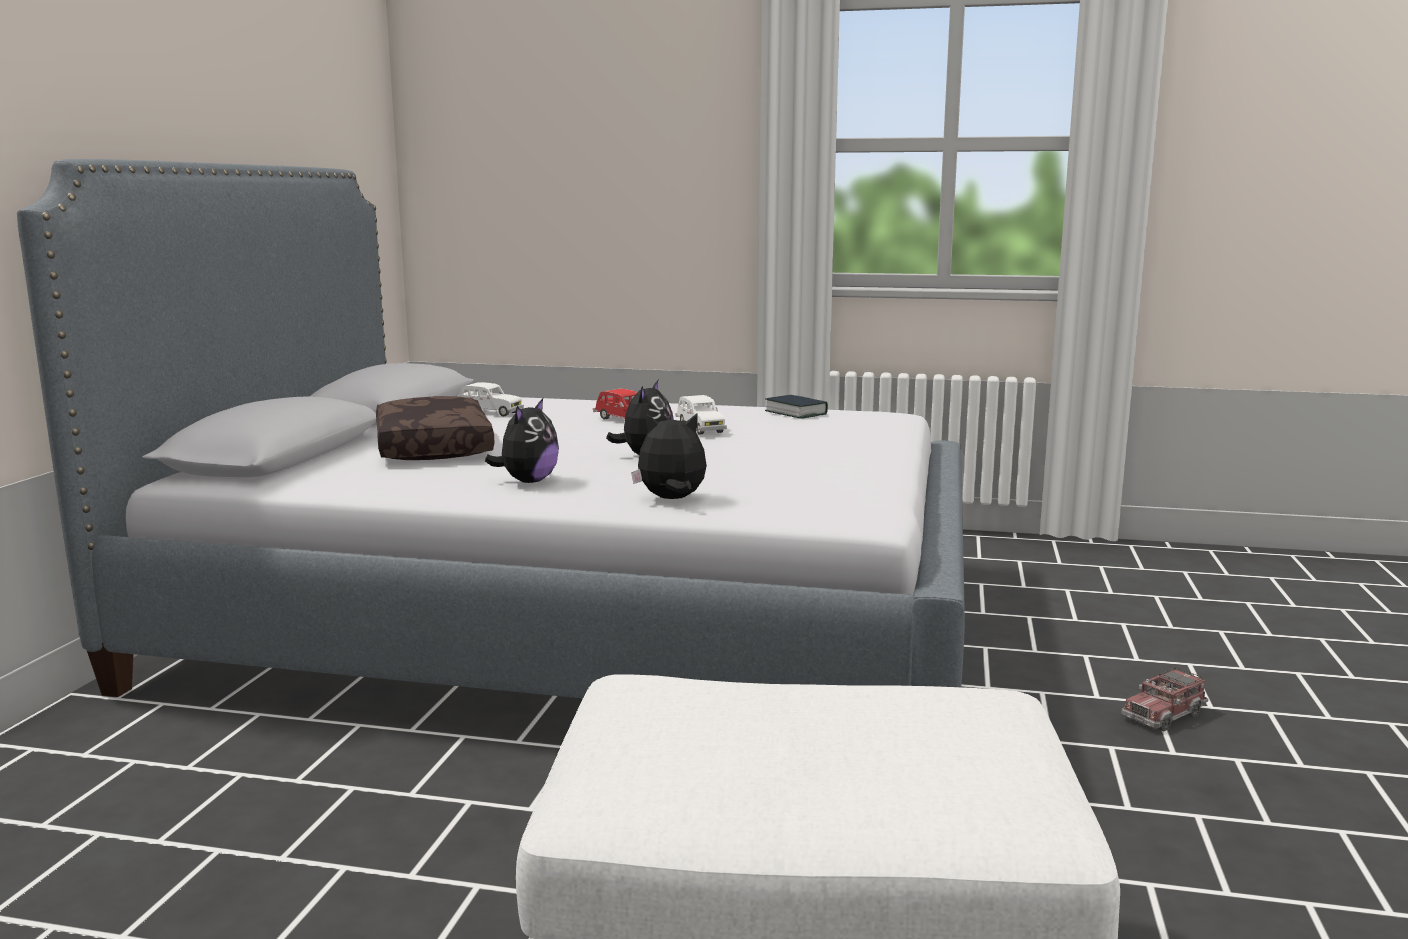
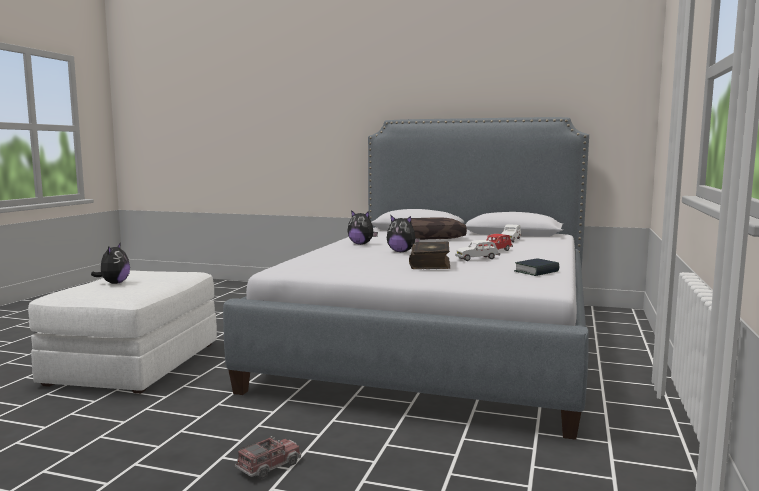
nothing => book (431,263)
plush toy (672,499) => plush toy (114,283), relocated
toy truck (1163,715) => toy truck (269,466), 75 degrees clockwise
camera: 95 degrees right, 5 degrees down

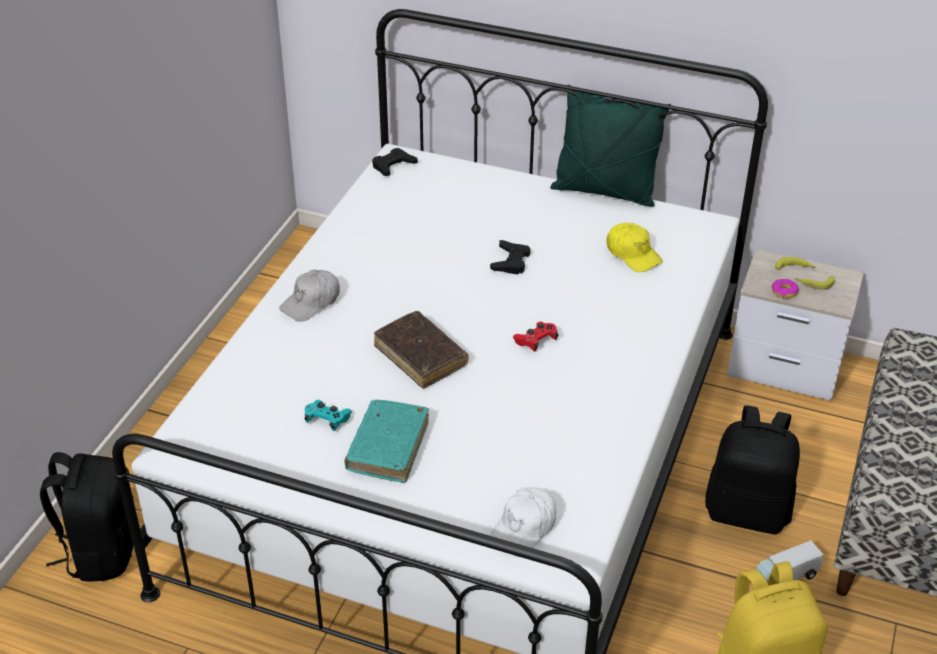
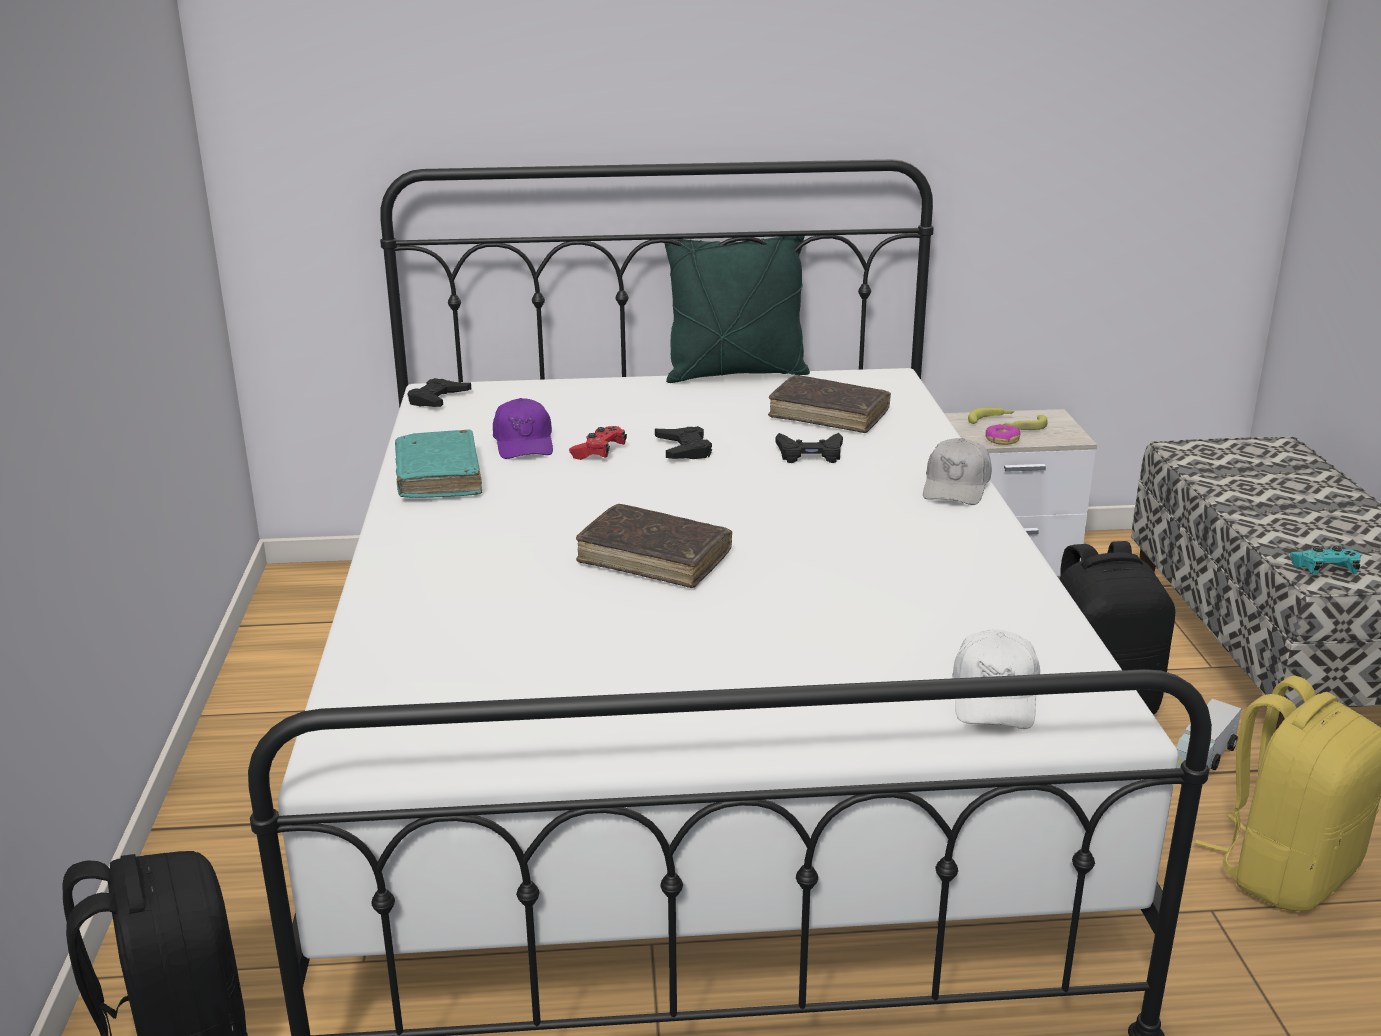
nothing => peaked cap in purple-coloured (524,443)
nothing => joypad in black (810,454)
peaked cap in white-coloured (311,302) => peaked cap in white-coloured (956,487), relocated
joypad in blue-green (327,420) => joypad in blue-green (1324,570), relocated
book in blue-green (388,447) => book in blue-green (438,477), relocated
joypad in reddish (536,341) => joypad in reddish (599,452), relocated
peaked cap in yellowish (633,254) => book in brownish (829,415)
camera: 25 degrees left, 15 degrees down

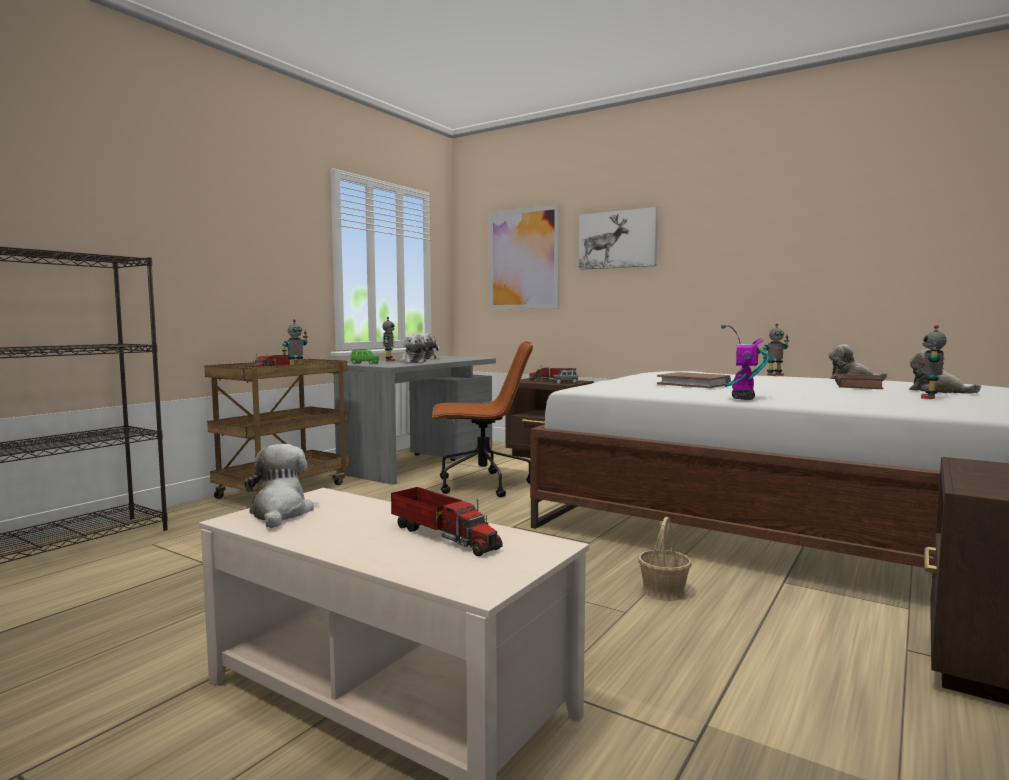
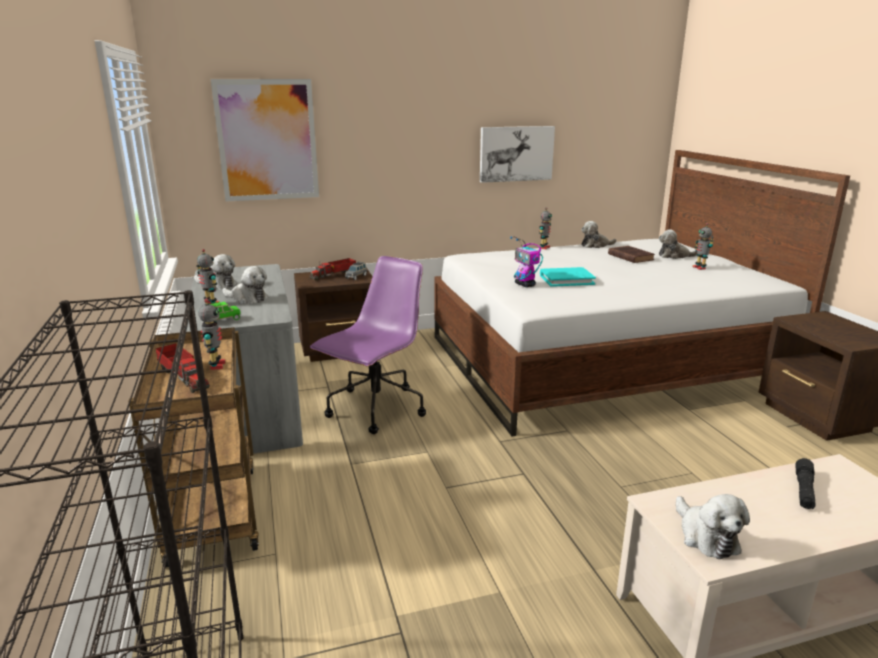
storage basket (664,591) => nothing
wall art (618,239) => wall art (516,153), relocated
toy robot (743,398) => toy robot (525,285), relocated
toy truck (442,535) => hand torch in black (804,490)
office chair in brownish (481,485) => office chair in purple-coloured (375,409)
book in brownish (694,384) => book in blue-green (566,280)
plush toy (280,513) => plush toy (706,536), 135 degrees counterclockwise
camera: 50 degrees left, 15 degrees up

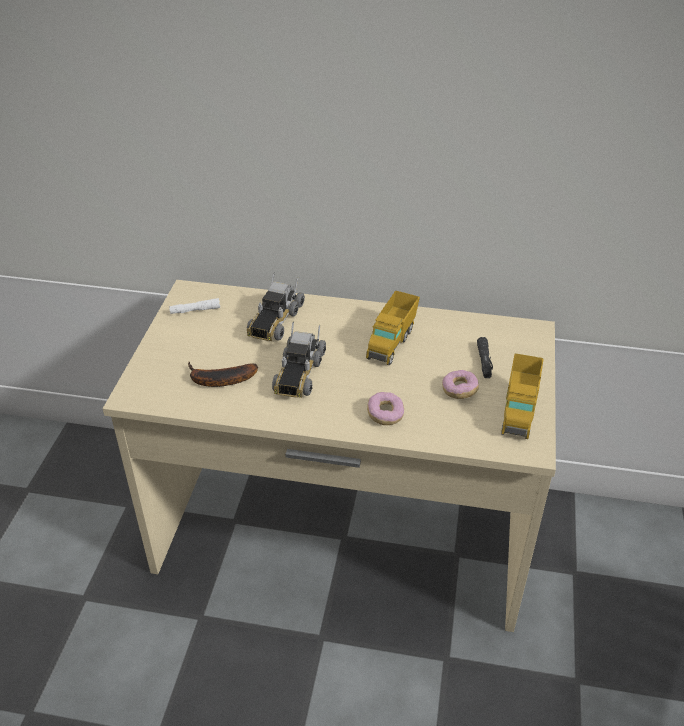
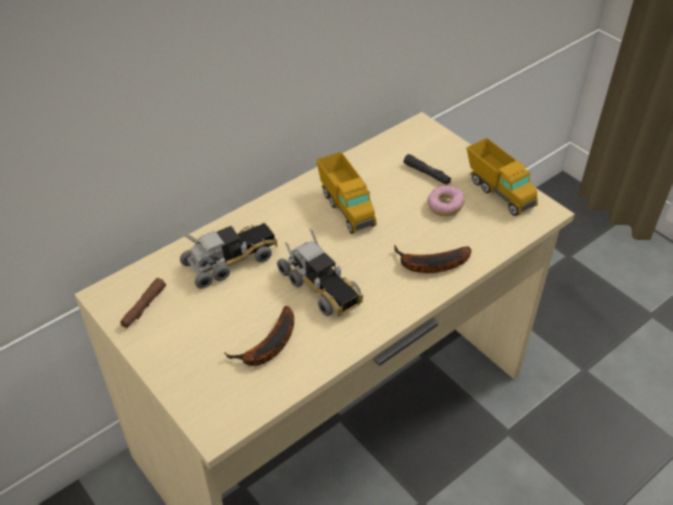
doughnut (385,415) => whole banana (429,265)
hand torch in white-coloured (195,310) => hand torch in brownish (144,307)
toy truck (275,321) => toy truck (231,261), 90 degrees counterclockwise
camera: 50 degrees left, 5 degrees up

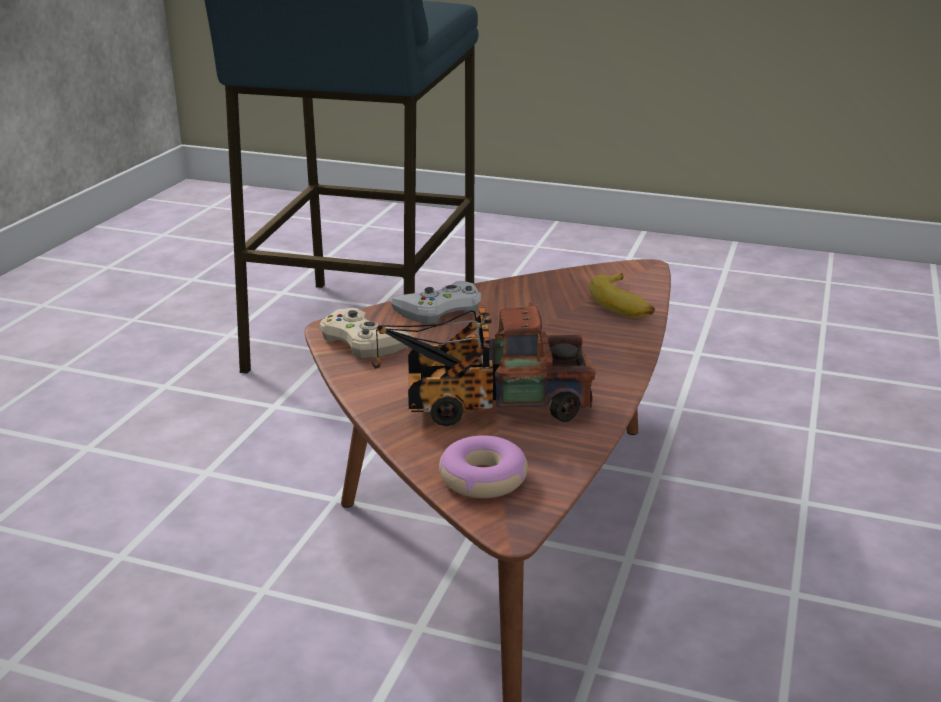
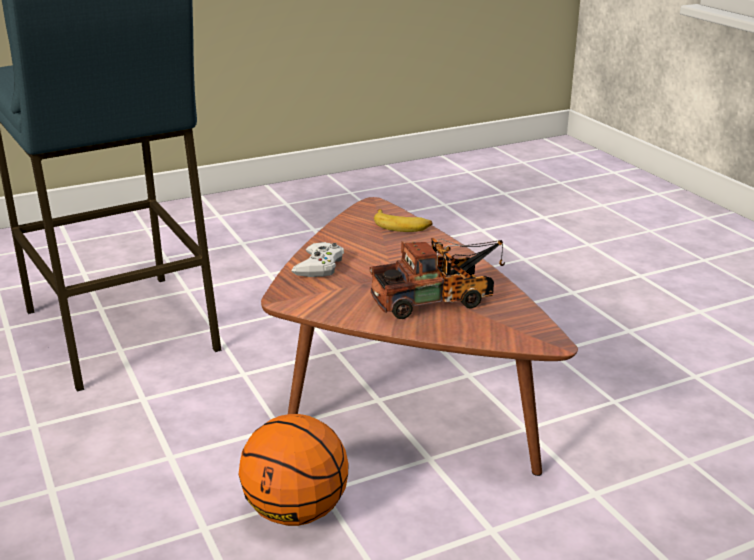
joypad in beige-coloured (363,341) => nothing
doughnut (482,478) => nothing
nothing => basketball ball (295,512)
toy truck (483,405) => toy truck (439,301), 150 degrees counterclockwise
camera: 45 degrees left, 0 degrees up

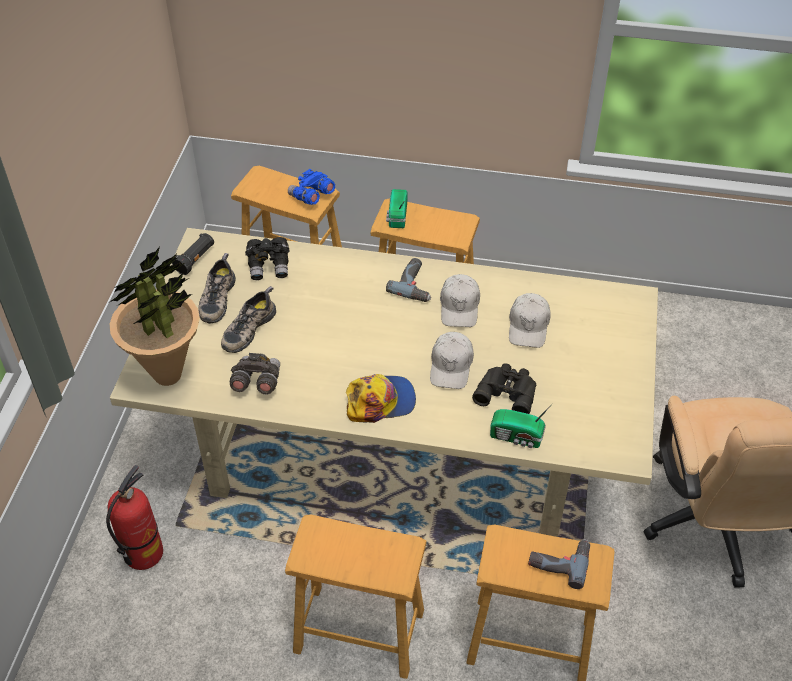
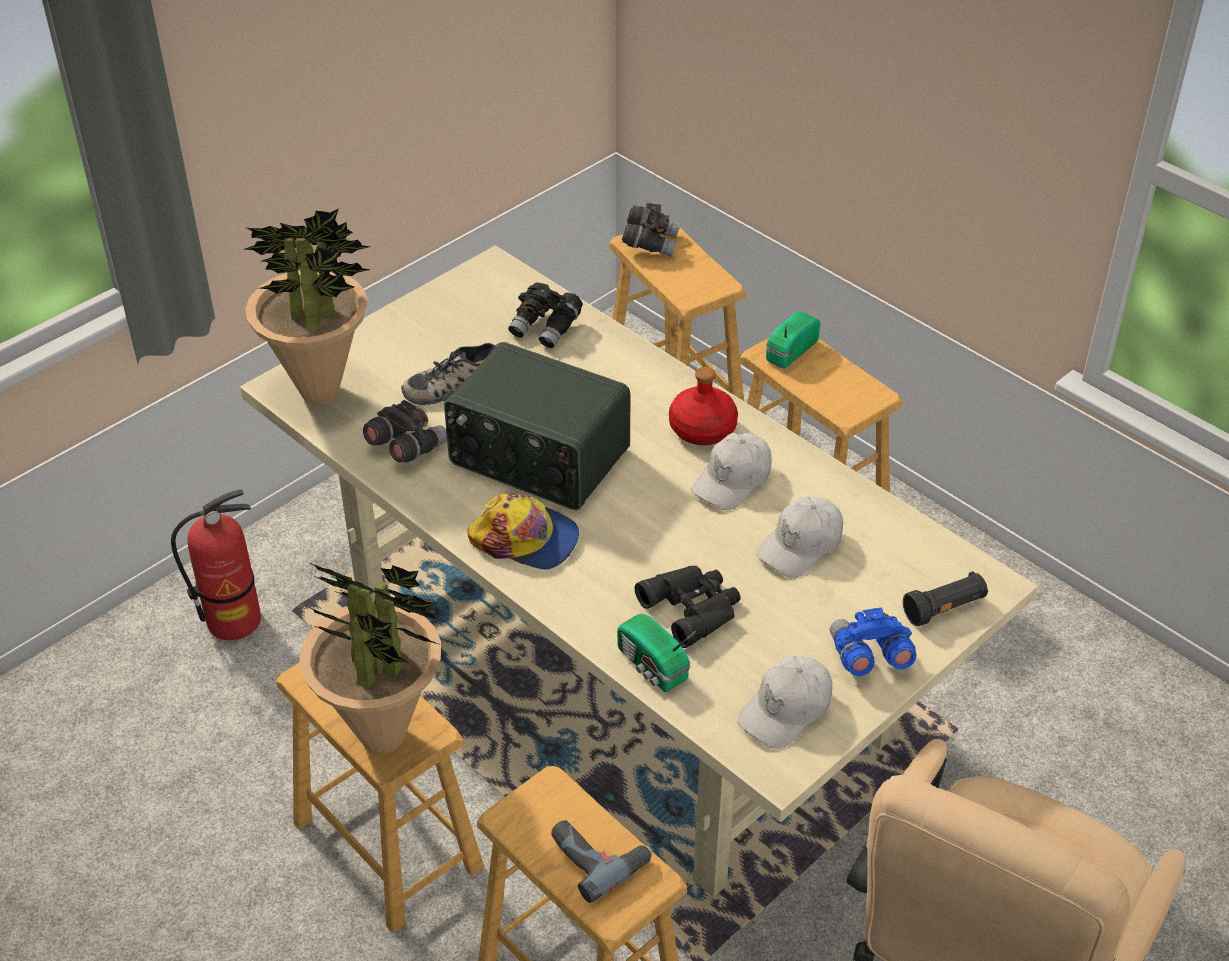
shoe (216,298) => nothing
nothing => houseplant (384,736)
nothing => radio receiver (538,458)
nothing => binoculars in greyish (650,243)
hand torch in black (195,259) => hand torch in black (944,609), relocated
binoculars in blue-coloured (311,197) => binoculars in blue-coloured (868,657), relocated
peaked cap in white-coloured (451,366) => peaked cap in white-coloured (786,710), relocated
drill (415,284) => bottle in reddish (702,428)
camera: 35 degrees right, 5 degrees down

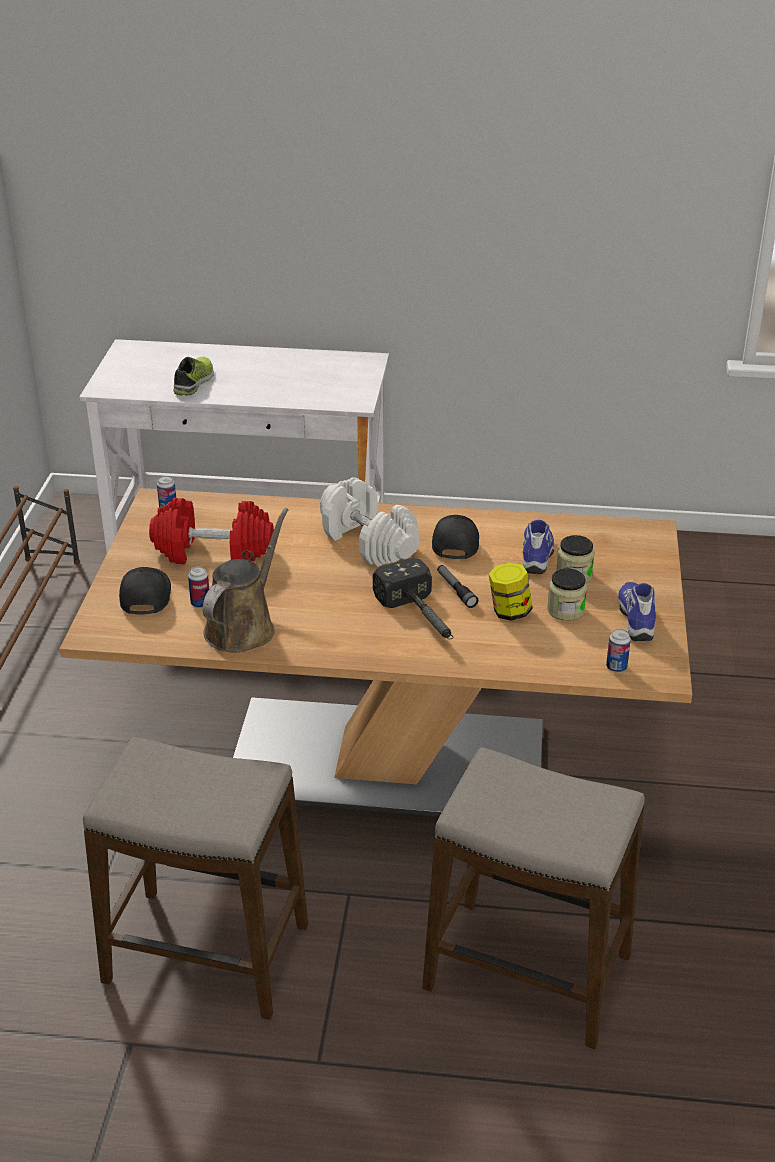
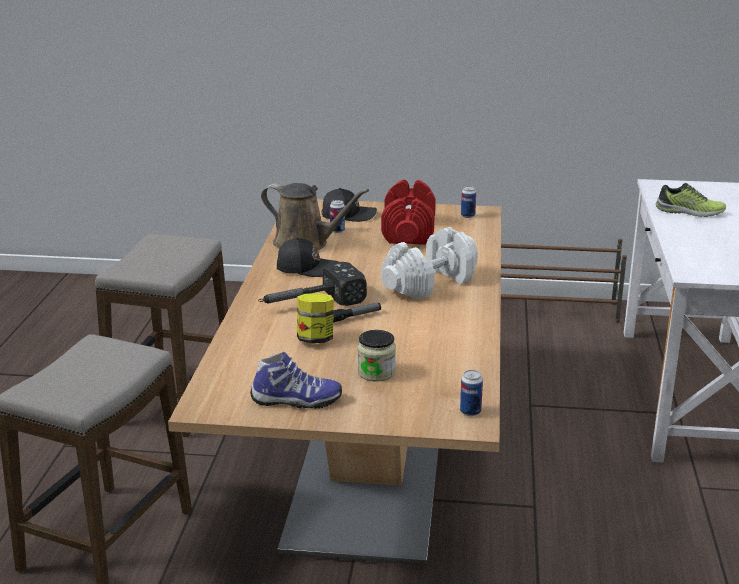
shoe (537,555) => nothing
preserve jar (565,610) => nothing
peaked cap in black (454,543) => peaked cap in black (306,268), relocated
can (616,667) => can (470,412), relocated
camera: 90 degrees right, 10 degrees down

